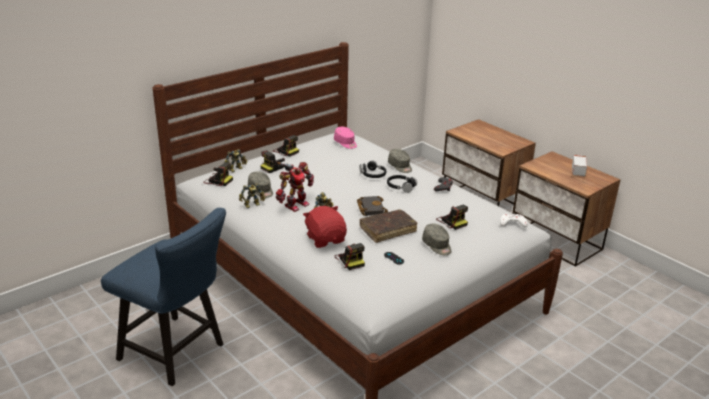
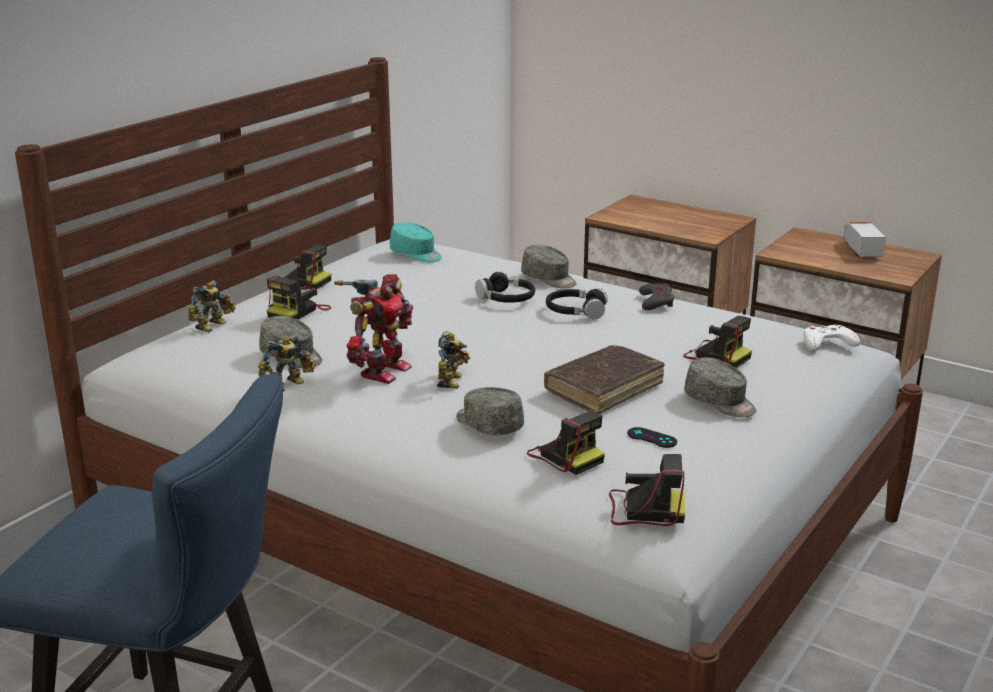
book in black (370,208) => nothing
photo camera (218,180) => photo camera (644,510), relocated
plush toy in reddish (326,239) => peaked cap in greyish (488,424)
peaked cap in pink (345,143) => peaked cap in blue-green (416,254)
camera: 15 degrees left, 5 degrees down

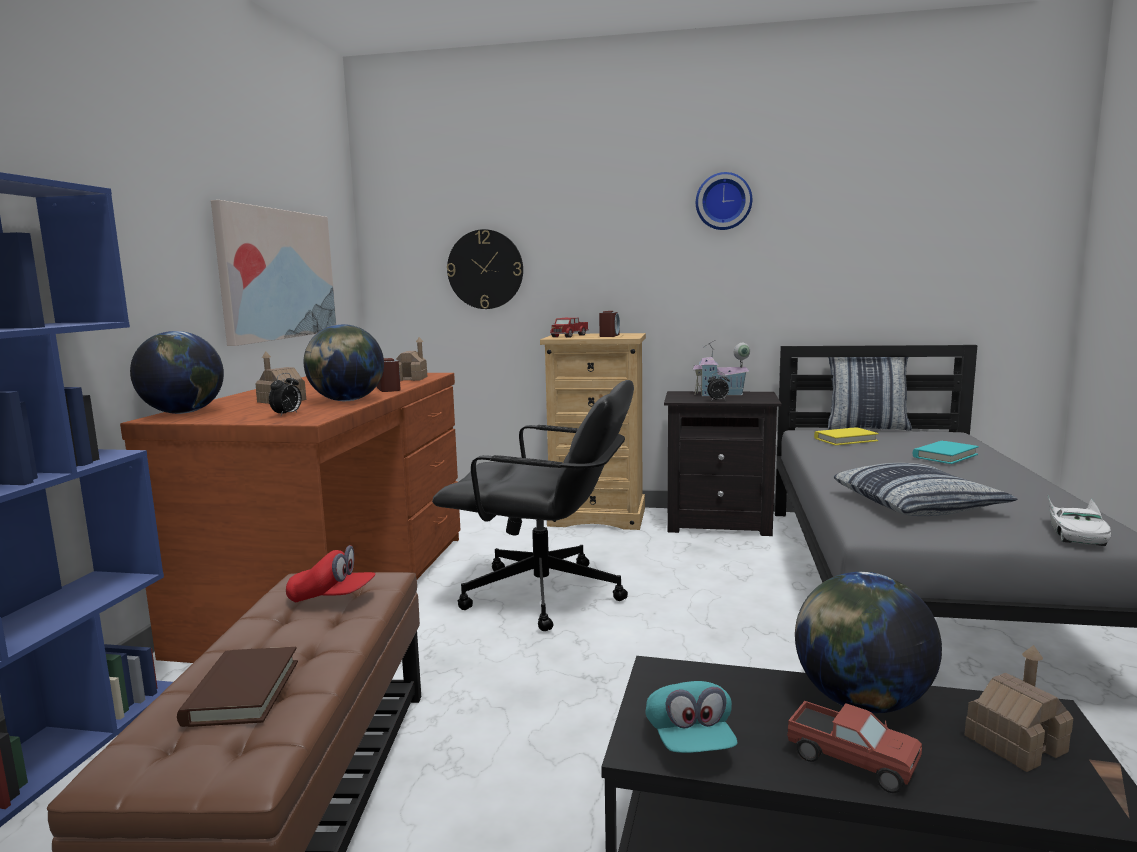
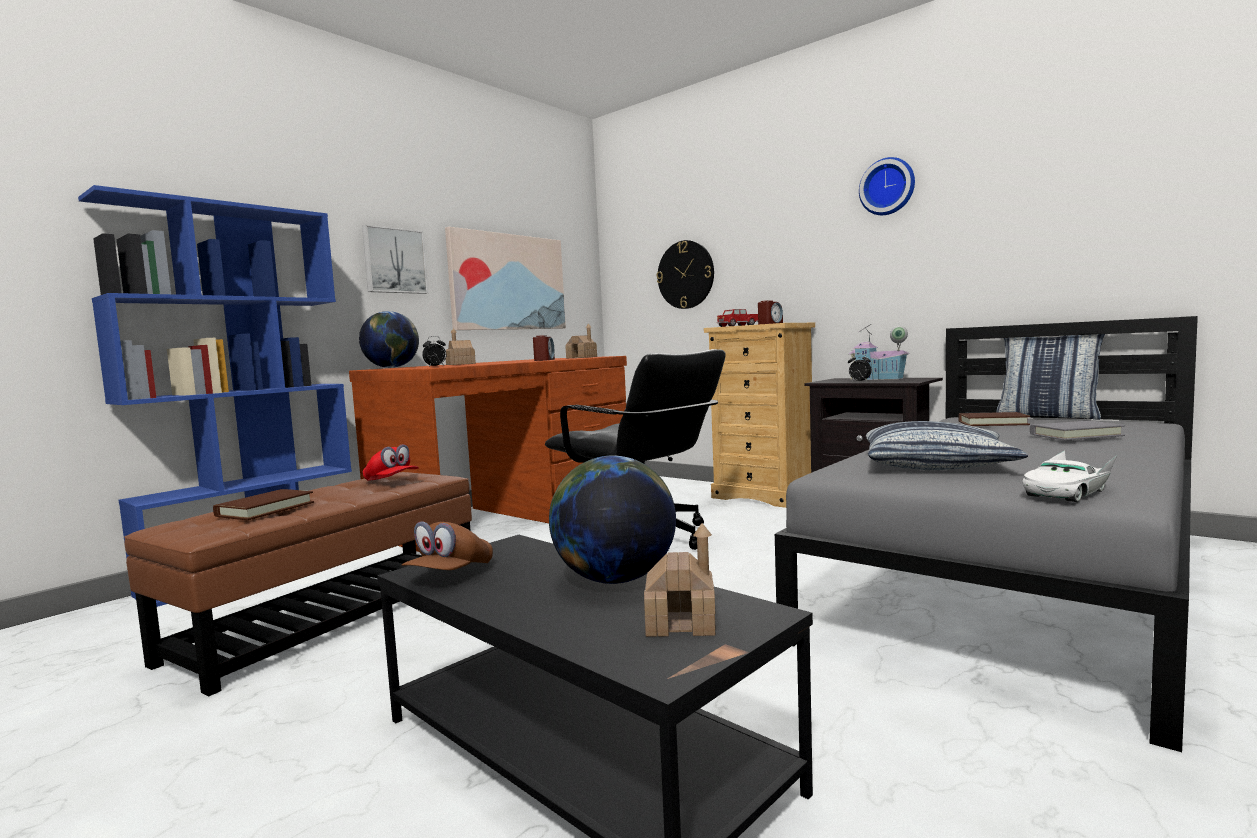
world globe (347,401) => nothing
toy truck (851,762) => nothing
nothing => wall art (394,261)
peaked cap in blue-green (689,741) => peaked cap in brownish (450,575)
book in yellowish (845,439) => book in brownish (992,423)
book in blue-green (945,456) => book in greyish (1075,435)
camera: 30 degrees right, 5 degrees down

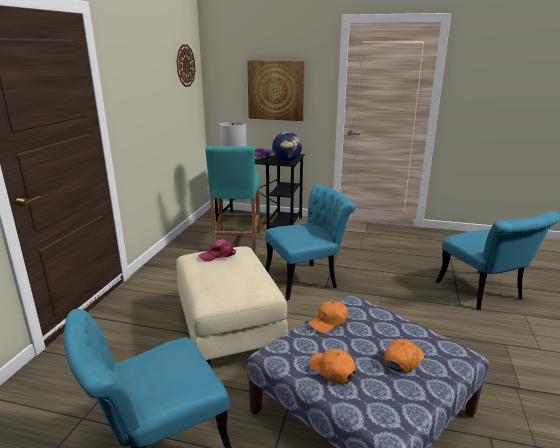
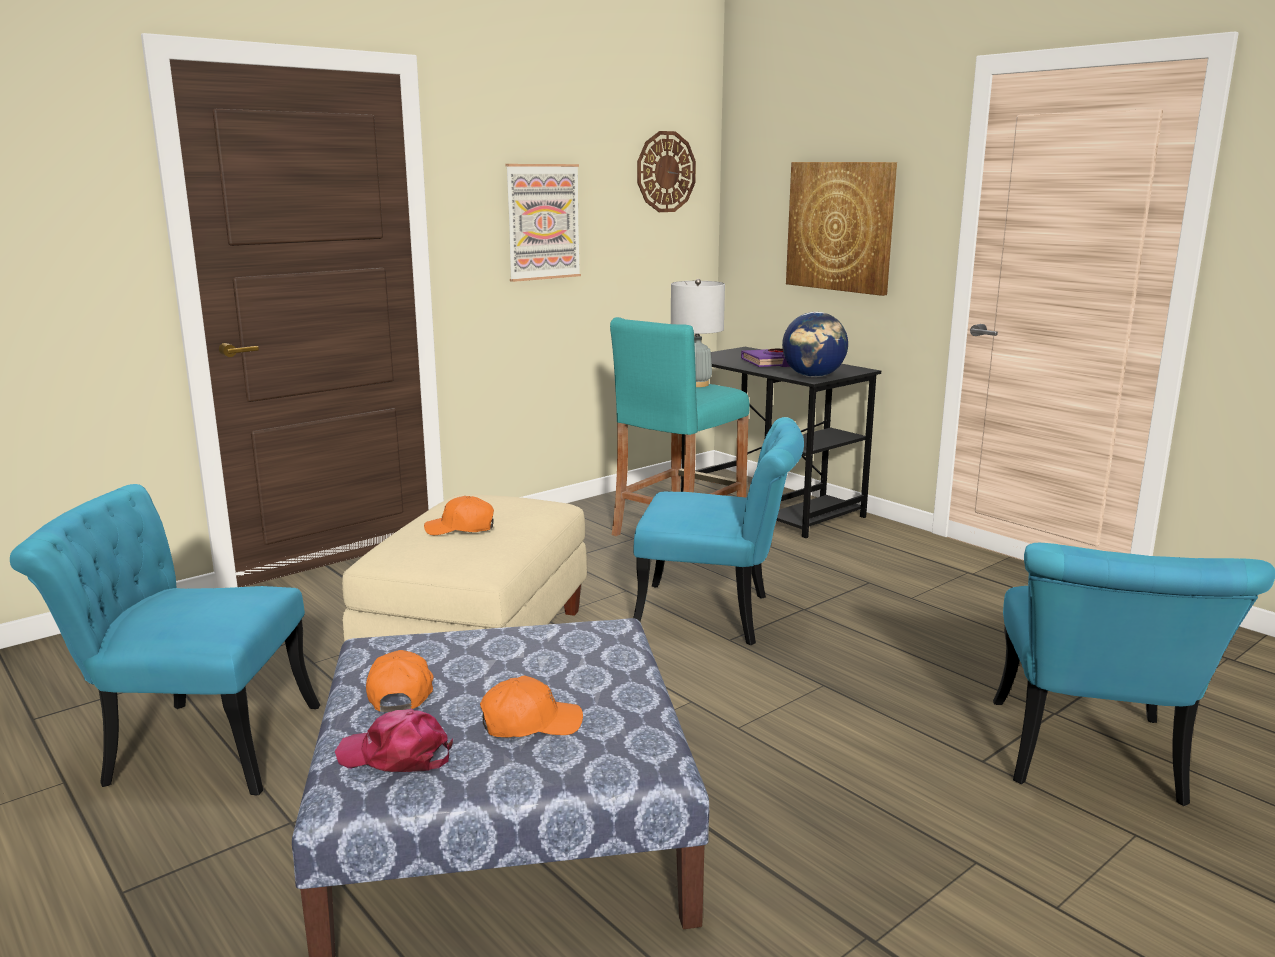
nothing => wall art (542,222)
peaked cap in pink (218,255) => peaked cap in pink (396,755), relocated
peaked cap in orange-coloured (328,322) => peaked cap in orange-coloured (461,528), relocated
camera: 35 degrees right, 5 degrees down

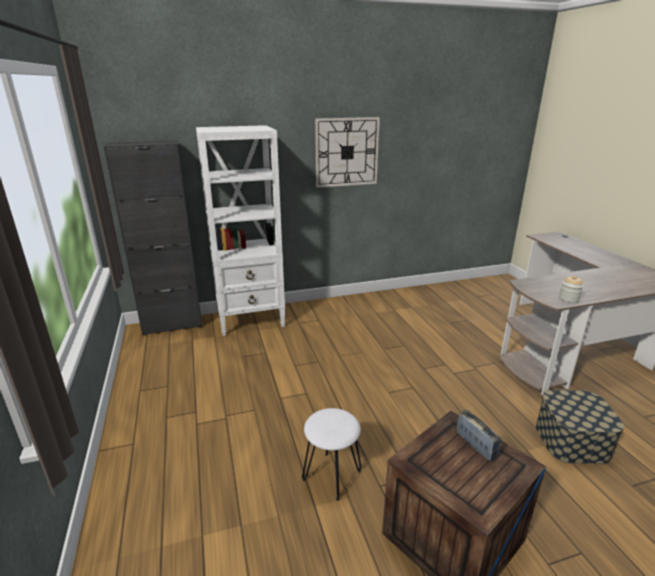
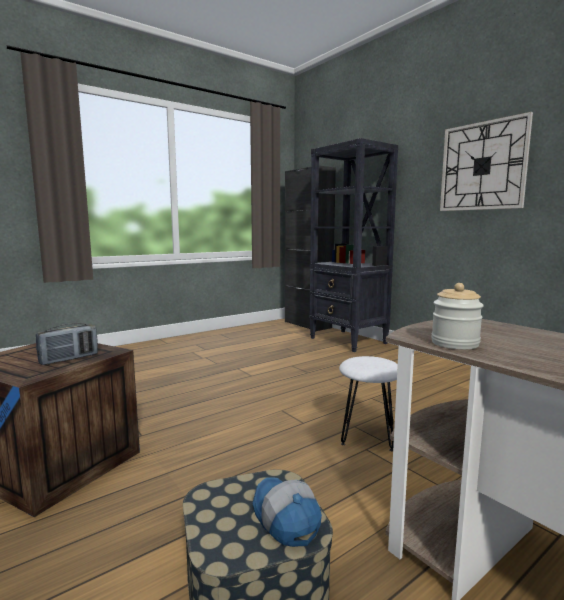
nothing => peaked cap (284,520)
stool seat in white-coloured (331,475) => stool seat in white-coloured (368,435), relocated
shelving unit in white-coloured (251,319) => shelving unit in black (348,341)
camera: 70 degrees right, 15 degrees down

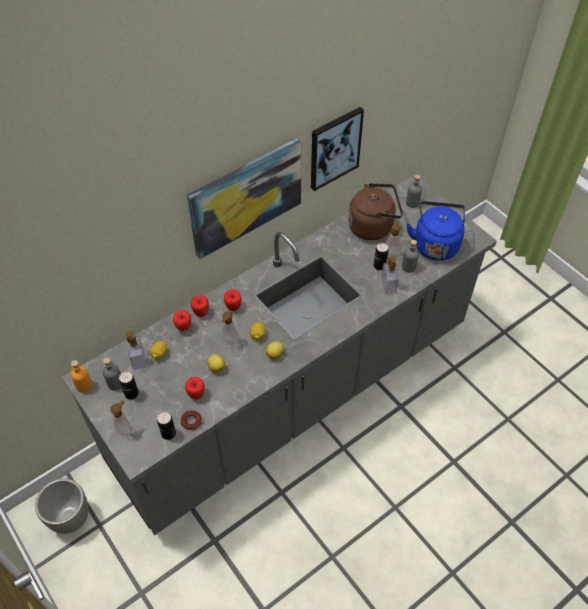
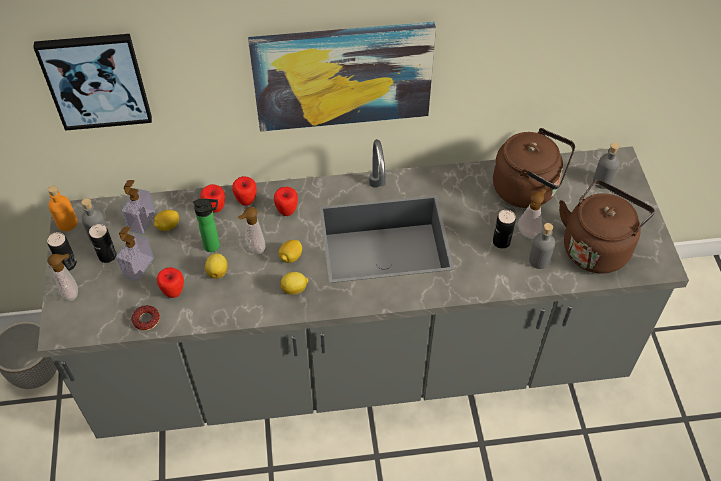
nothing => bottle (214,246)
can (168,433) => can (67,264), relocated
wall art (334,148) => wall art (96,81), relocated
soap dispenser (388,285) => soap dispenser (138,267), relocated
water kettle in blue-coloured (435,244) => water kettle in brownish (597,247)
camera: 30 degrees right, 0 degrees up

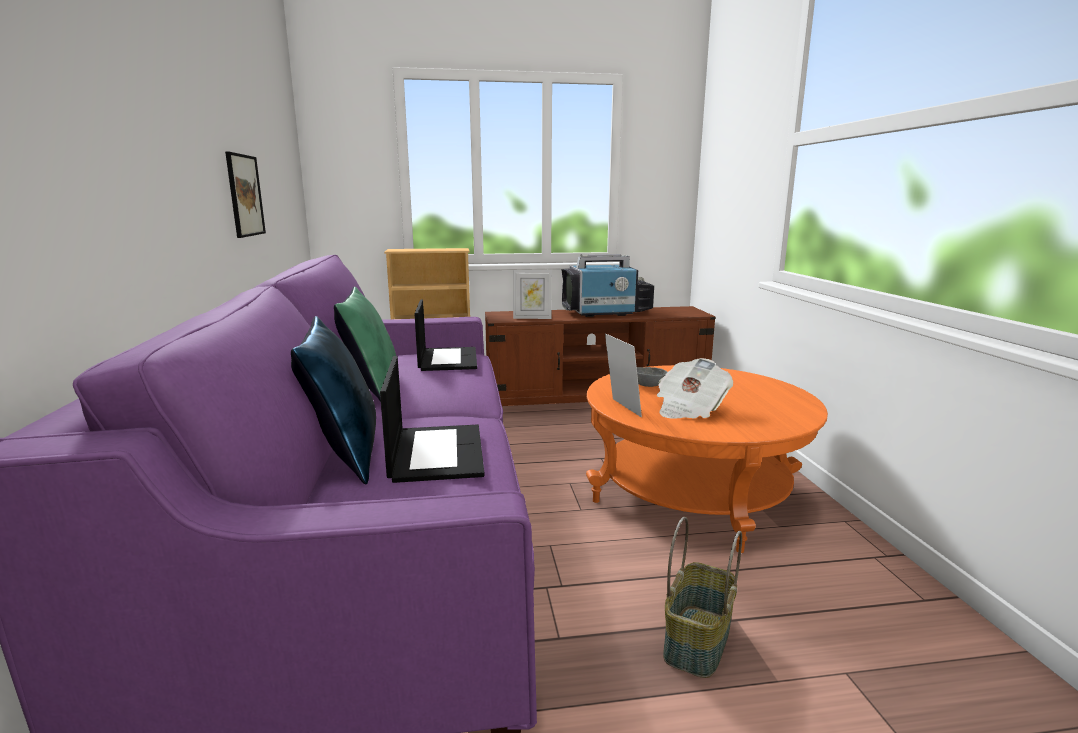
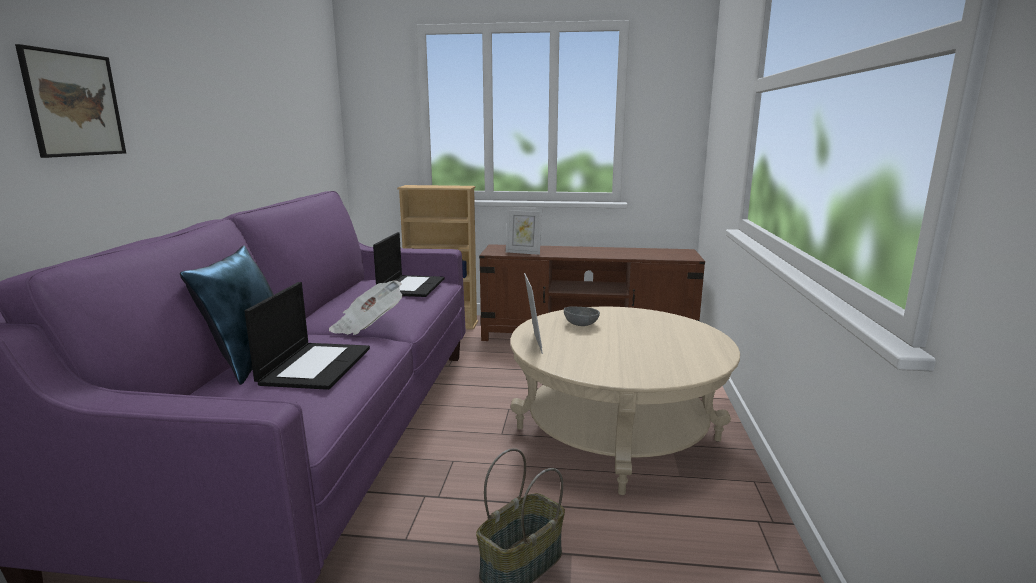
cushion in green (372,389) => nothing
TV (606,312) => nothing
wall art (245,195) => wall art (74,104), relocated
newspaper (689,409) => newspaper (367,326), relocated
lounge table in orange-coloured (693,494) => lounge table in beige-coloured (616,434)
camera: 15 degrees right, 0 degrees up

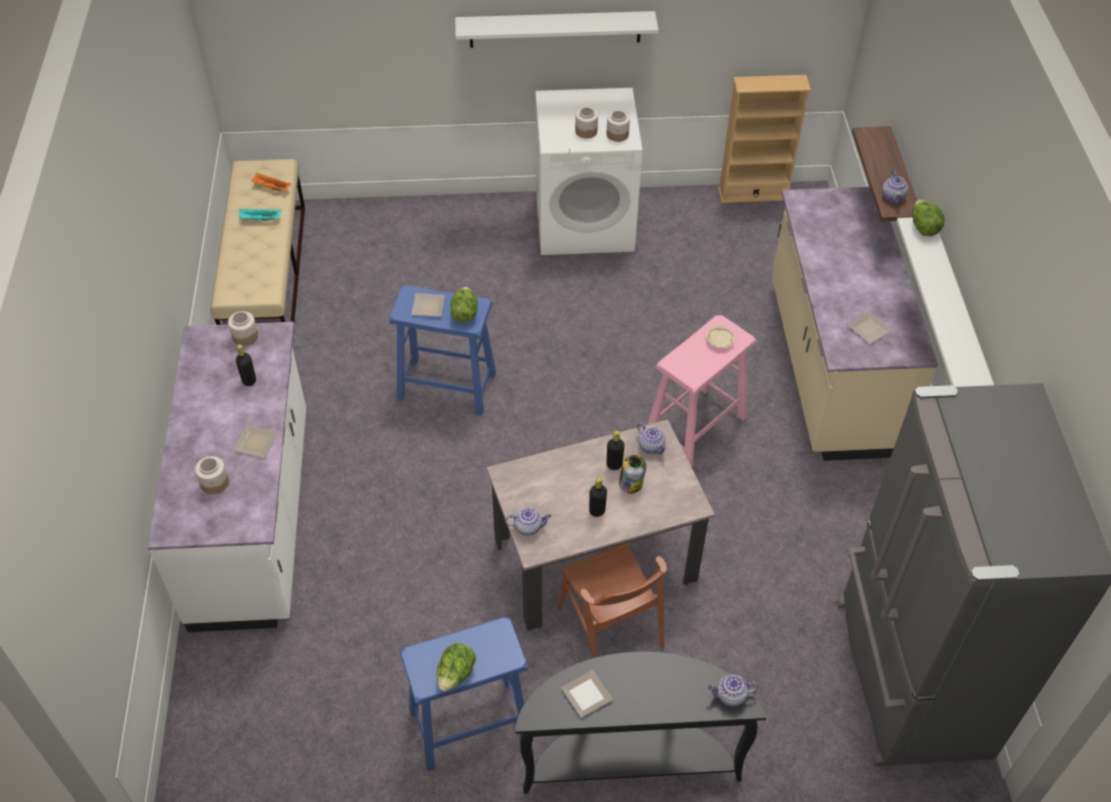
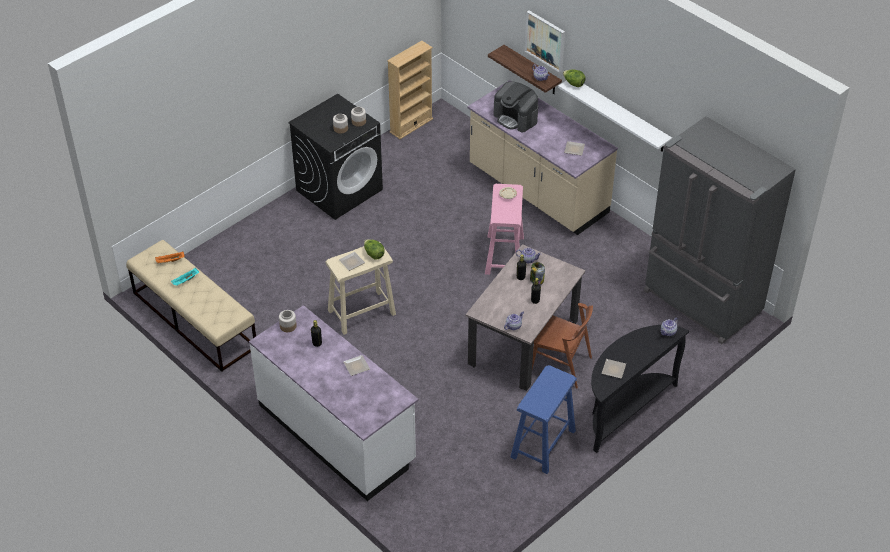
preserve jar (215,483) => nothing
lettuce head (456,674) => nothing
shelf in white-coloured (555,29) => nothing
nothing => coffee machine (516,118)
nothing => wall art (545,40)
stool seat in blue-coloured (446,386) => stool seat in beige-coloured (361,312)
washing machine in white-coloured (585,222) => washing machine in black (339,189)
camera: 40 degrees left, 5 degrees down

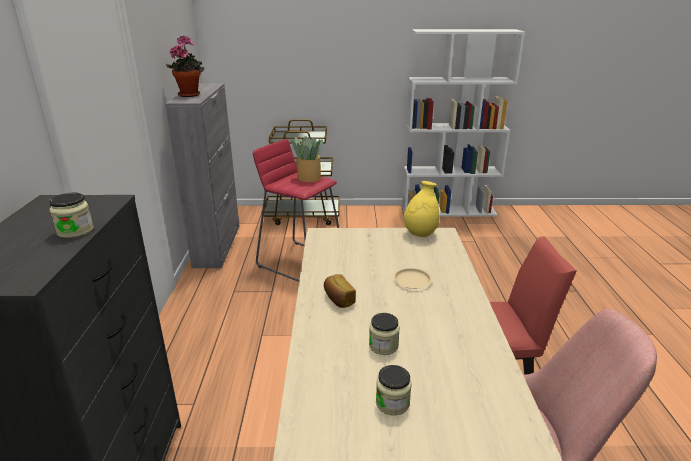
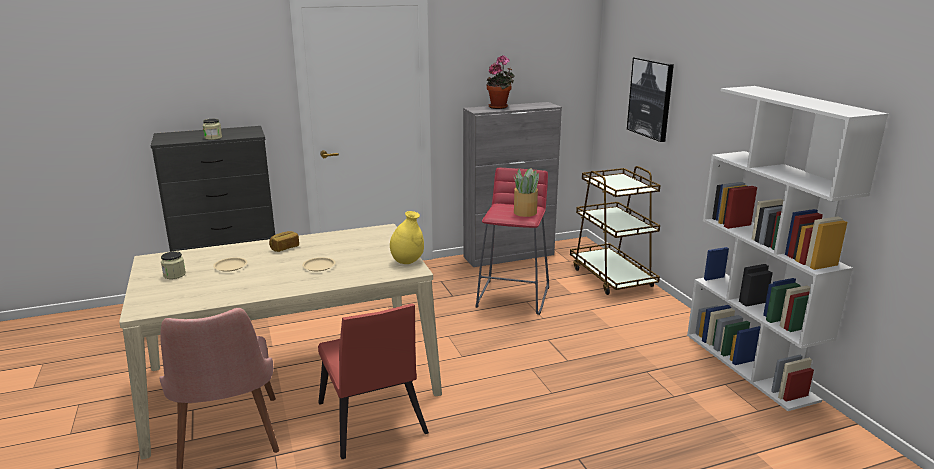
nothing => wall art (650,98)
preserve jar (383,346) => plate in beige-coloured (230,267)
camera: 70 degrees right, 5 degrees down

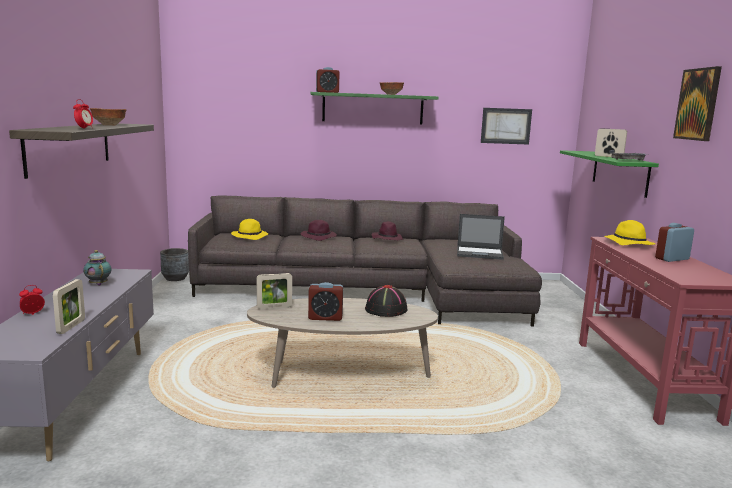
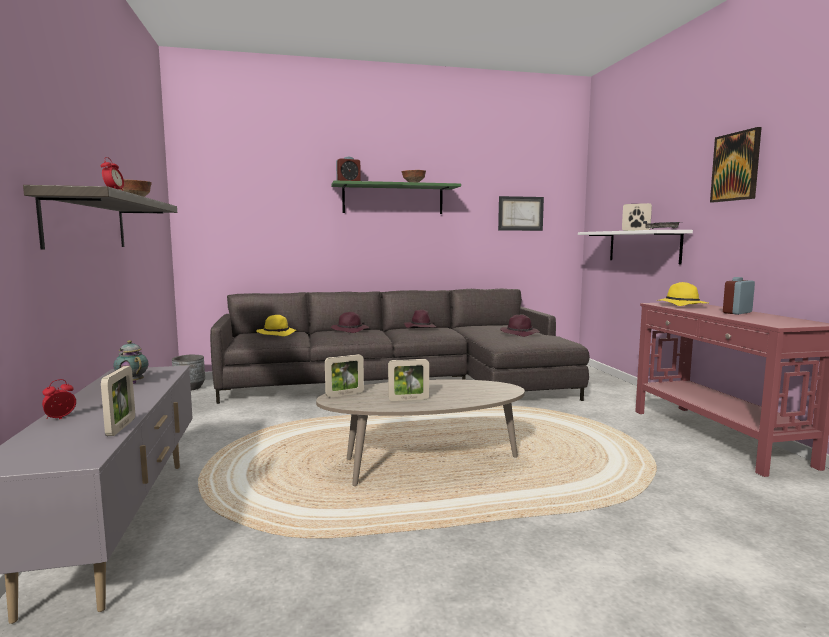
wearable hat in black (385,310) => nothing
table clock (325,318) => photo frame (408,399)
laptop (480,253) => wearable hat in purple-coloured (520,333)
shelf in green (619,172) => shelf in white-coloured (643,246)
camera: 10 degrees left, 5 degrees down

